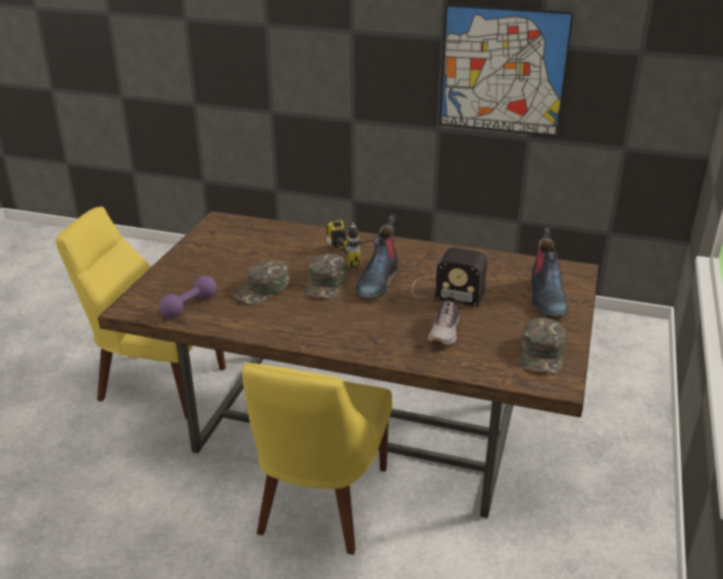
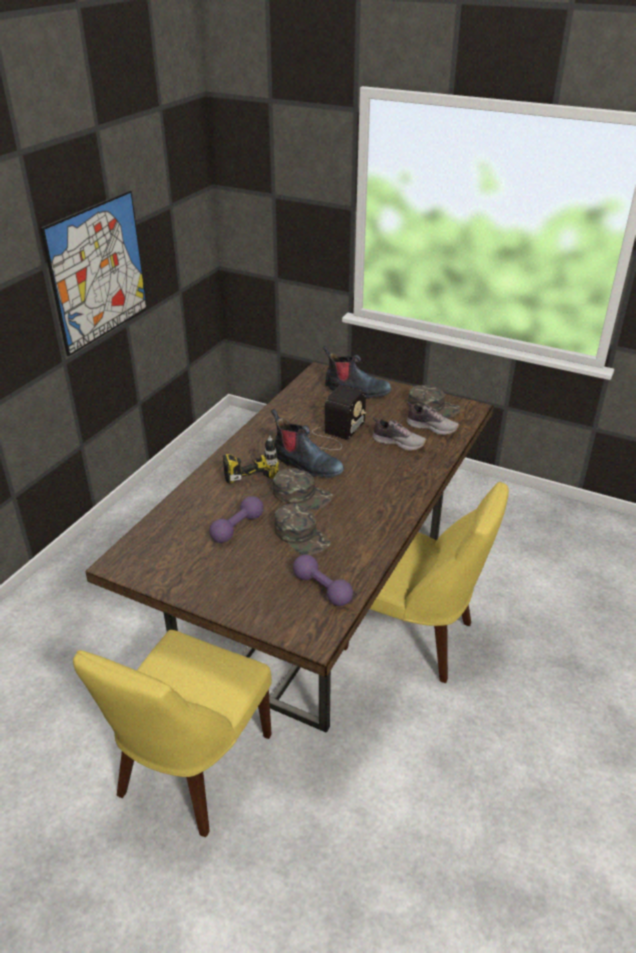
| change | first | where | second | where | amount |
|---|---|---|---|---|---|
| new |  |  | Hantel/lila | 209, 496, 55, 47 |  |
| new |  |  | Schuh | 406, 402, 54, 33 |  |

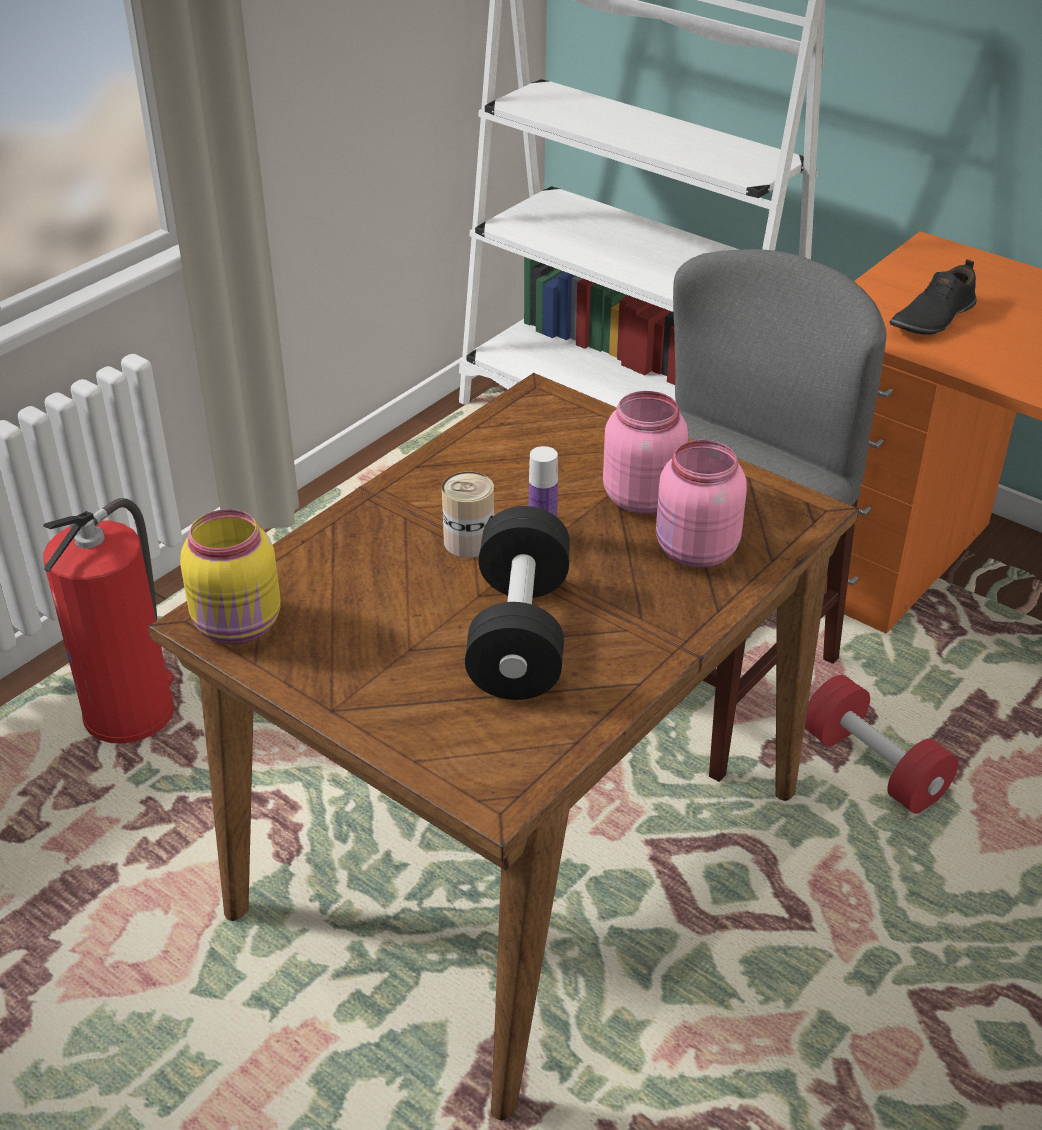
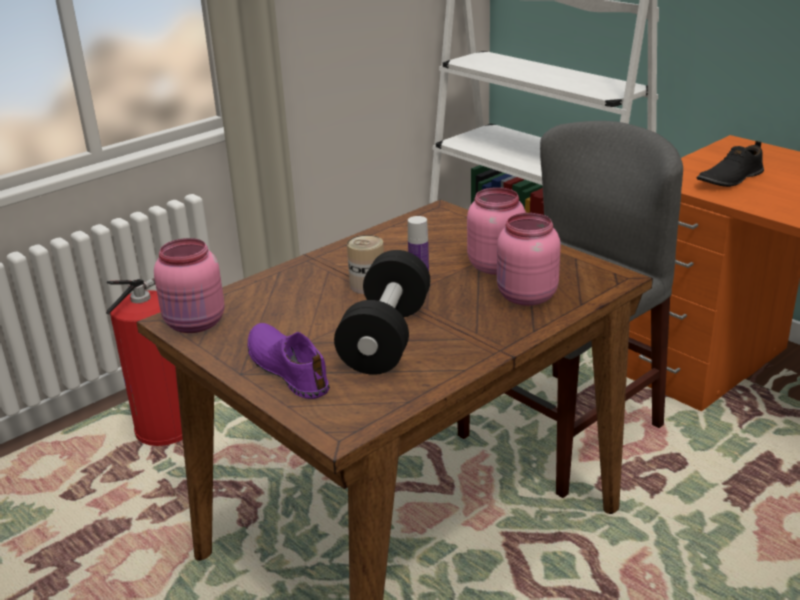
| change | first | where | second | where | amount |
|---|---|---|---|---|---|
| gone | Hantel/rot | 805, 675, 153, 139 |  |  |  |
| new |  |  | Schuh/lila | 247, 323, 83, 76 |  |
| repainted | Vorratsglas/gelb | 180, 509, 101, 136 | Vorratsglas/rosa | 154, 238, 71, 95 |  |

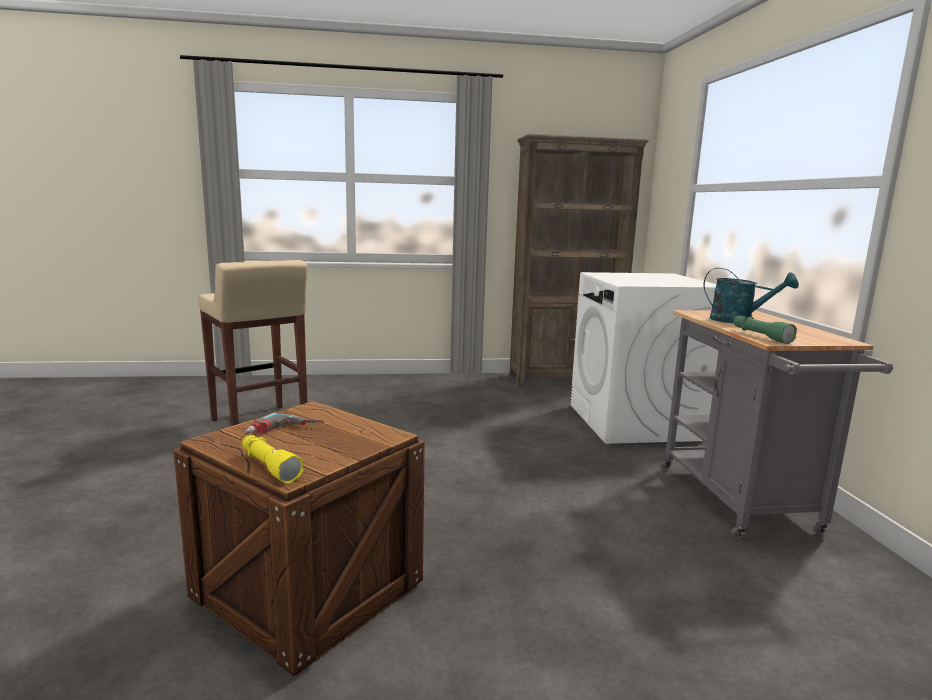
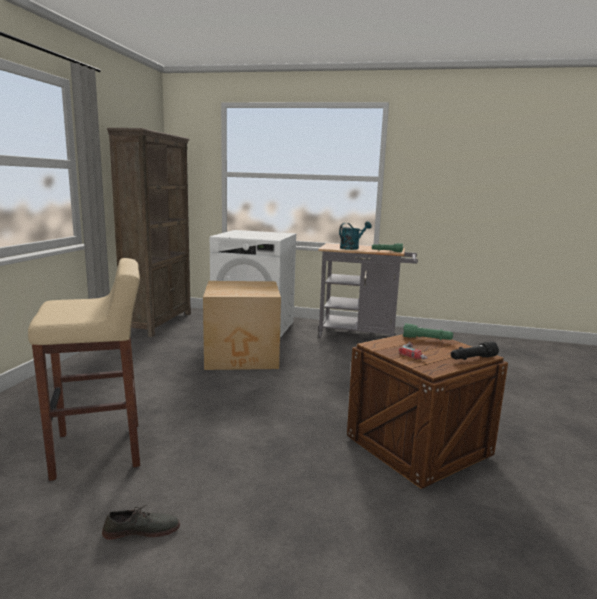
| change | first | where | second | where | amount |
|---|---|---|---|---|---|
| new |  |  | Schuh/grau | 102, 505, 78, 35 |  |
| new |  |  | Karton | 203, 281, 78, 89 |  |
| new |  |  | Taschenlampe/grün | 403, 323, 50, 17 |  |
| repainted | Taschenlampe/gelb | 242, 435, 61, 49 | Taschenlampe/schwarz | 451, 341, 48, 19 |  |

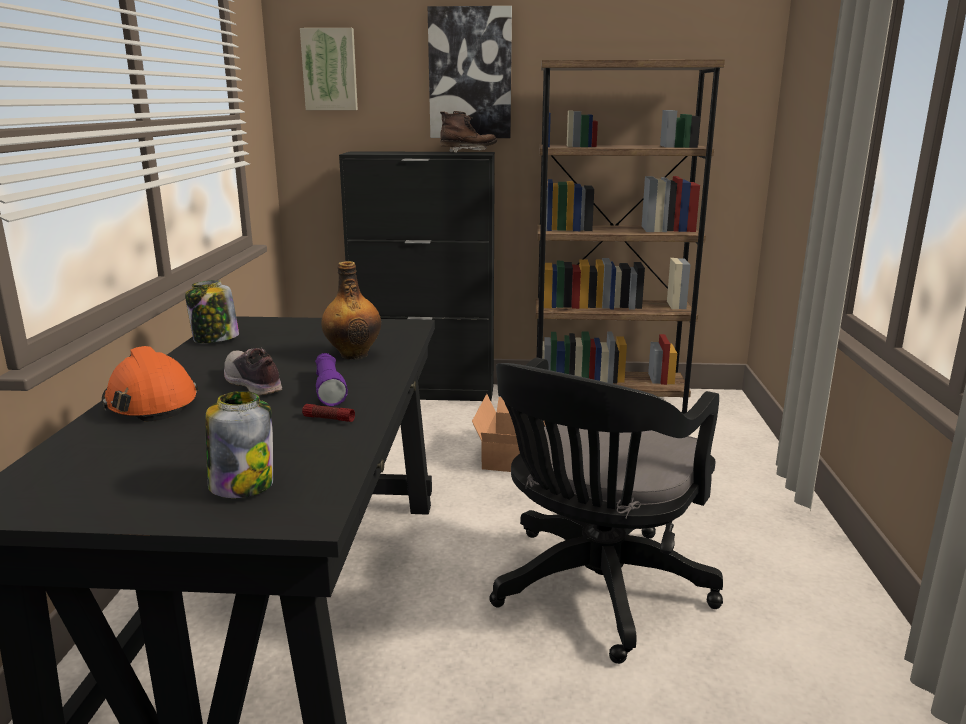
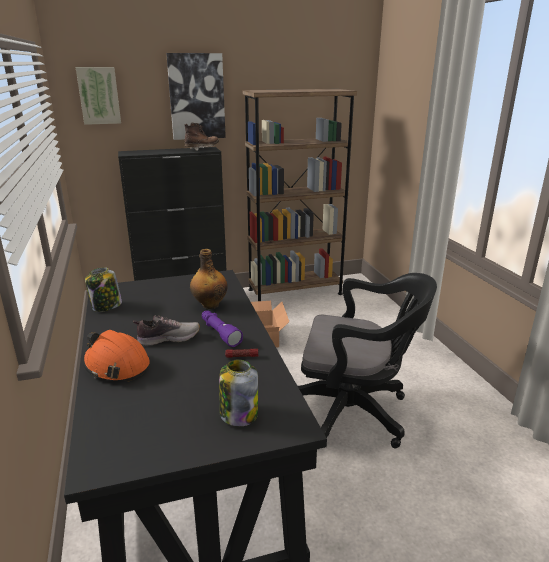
| change | first | where | second | where | amount |
|---|---|---|---|---|---|
| rotated | Schuh | 224, 348, 58, 48 |  | 133, 316, 67, 30 | 135 degrees clockwise |
| rotated | Bürostuhl/schwarz | 489, 358, 234, 306 |  | 298, 273, 139, 175 | 90 degrees counterclockwise |

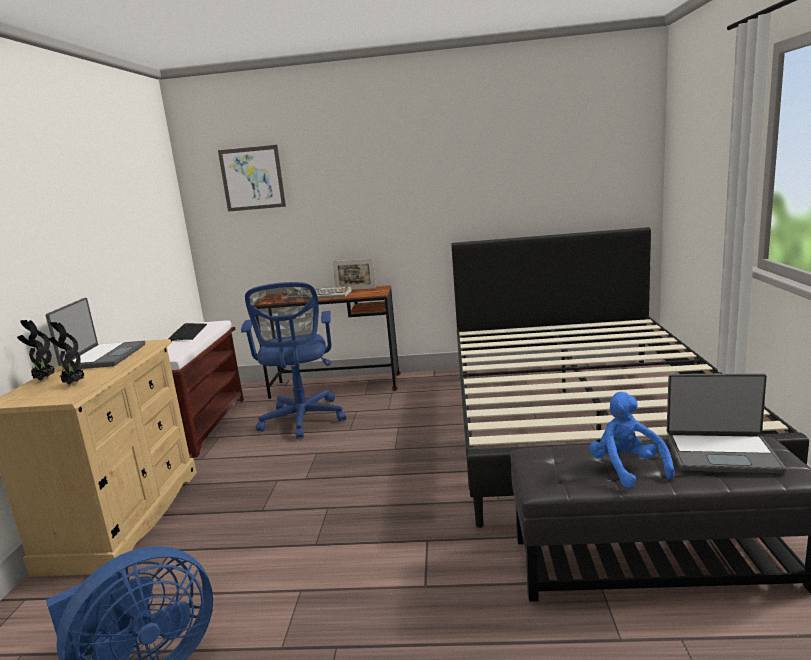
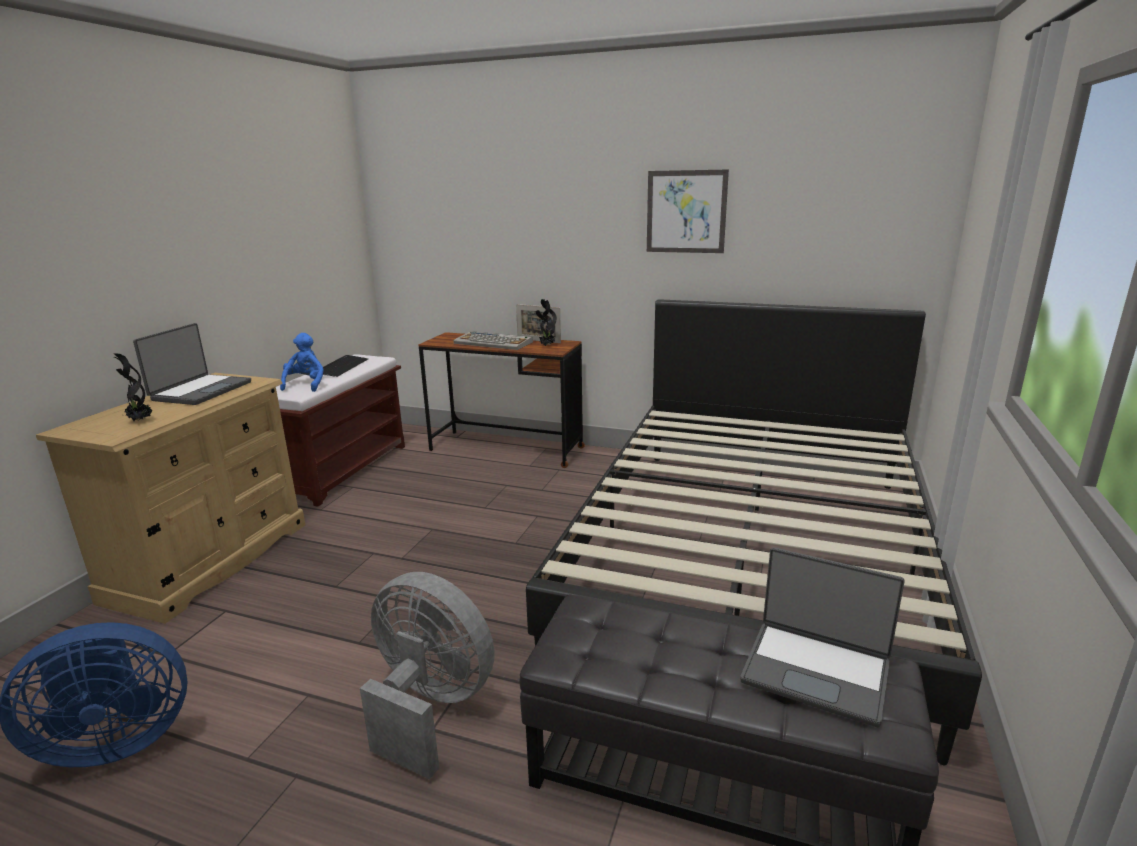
| change | first | where | second | where | amount |
|---|---|---|---|---|---|
| gone | Bürostuhl/blau | 241, 282, 105, 157 |  |  |  |
| new |  |  | Ventilator/grau | 360, 572, 134, 207 |  |
| shifted | Topfpflanze | 17, 320, 38, 61 |  | 536, 299, 21, 47 |  |
| shifted | Bild | 218, 145, 68, 67 |  | 647, 169, 82, 84 |  |
| shifted | Plüschtier/blau | 589, 392, 85, 96 |  | 280, 333, 44, 59 |  |

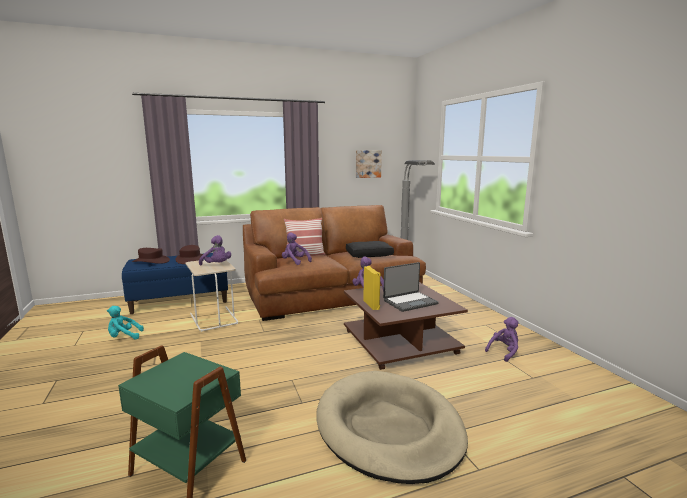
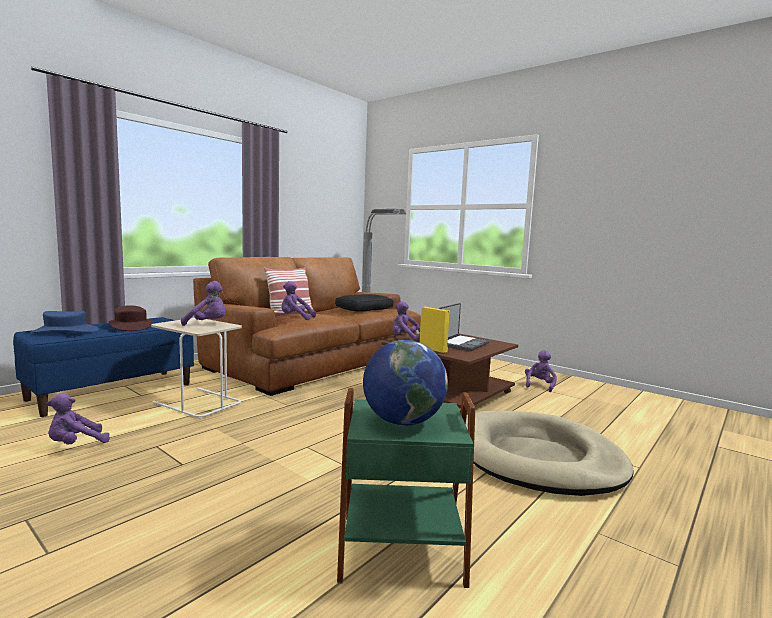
| change | first | where | second | where | amount |
|---|---|---|---|---|---|
| gone | Bild | 356, 150, 26, 28 |  |  |  |
| new |  |  | Globus | 363, 340, 85, 86 |  |
| repainted | Plüschtier/türkis | 107, 306, 37, 33 | Plüschtier/lila | 46, 393, 64, 51 |  |
| repainted | Hut/braun | 132, 248, 38, 16 | Hut/blau | 30, 311, 68, 22 |  |

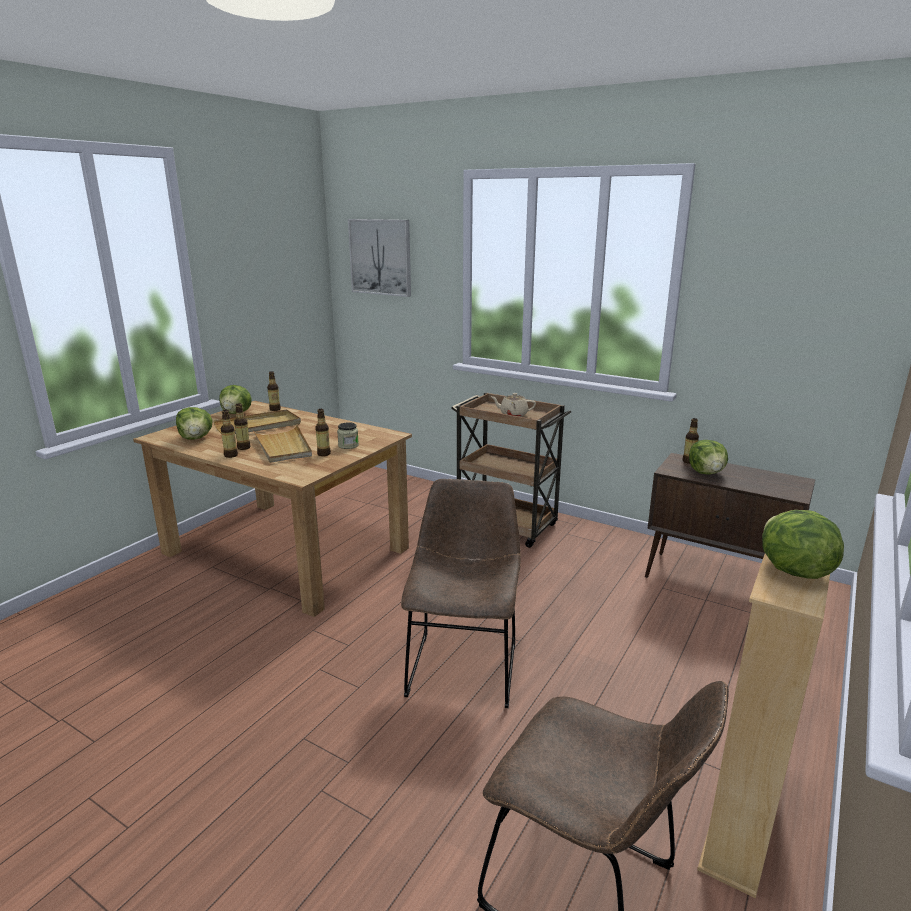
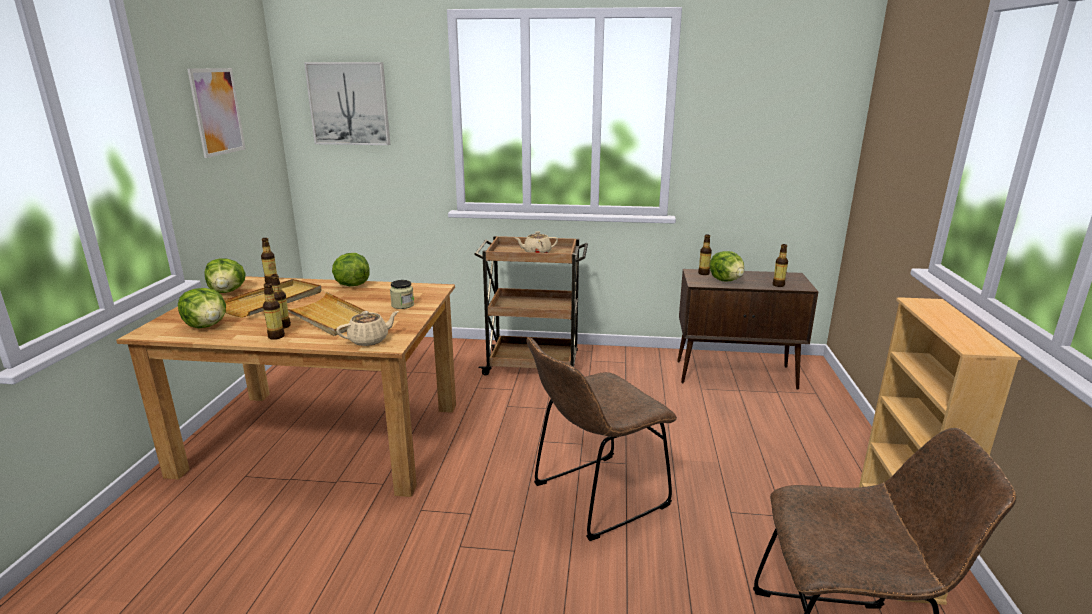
| change | first | where | second | where | amount |
|---|---|---|---|---|---|
| new |  |  | Bild | 187, 68, 58, 90 |  |
| new |  |  | Teekanne/beige | 336, 311, 63, 35 |  |
| shifted | Flasche | 315, 409, 16, 47 |  | 773, 244, 15, 43 |  |
| shifted | Salatkopf | 762, 510, 82, 69 |  | 332, 253, 38, 33 |  |
| rotated | Stuhl/braun | 401, 479, 120, 229 |  | 526, 337, 151, 204 | 105 degrees counterclockwise |

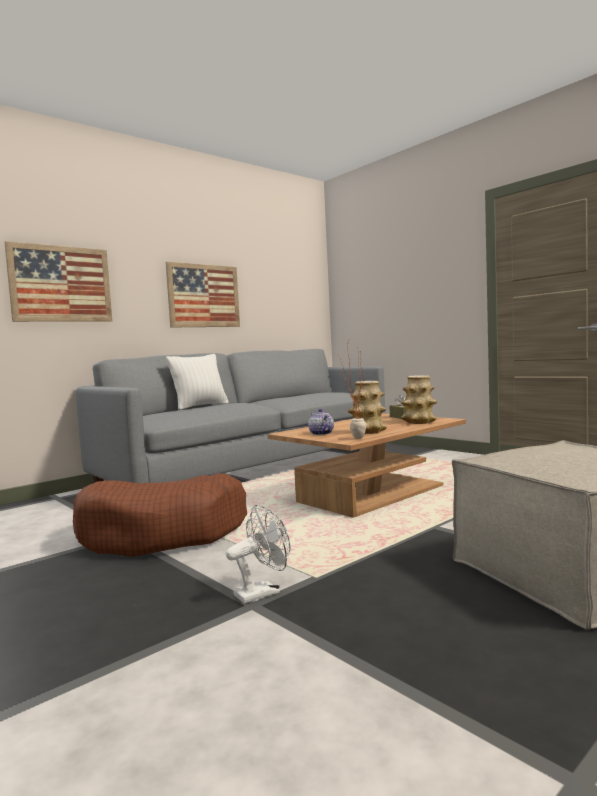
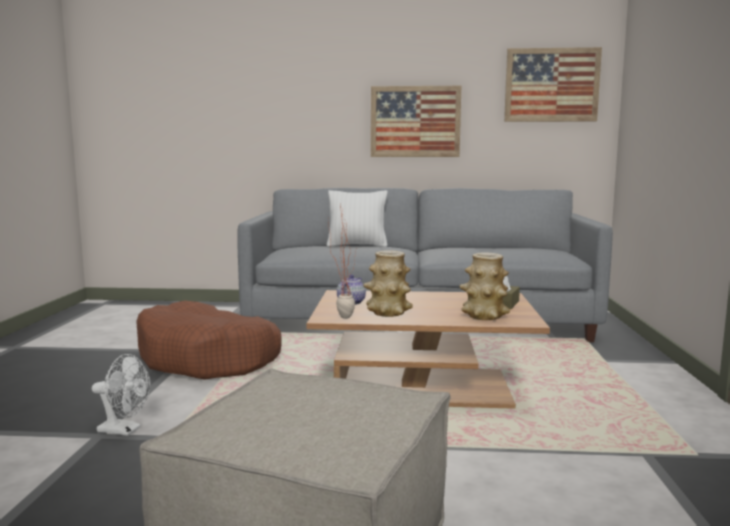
| change | first | where | second | where | amount |
|---|---|---|---|---|---|
| shifted | Bild | 4, 241, 108, 81 |  | 504, 47, 98, 75 |  |

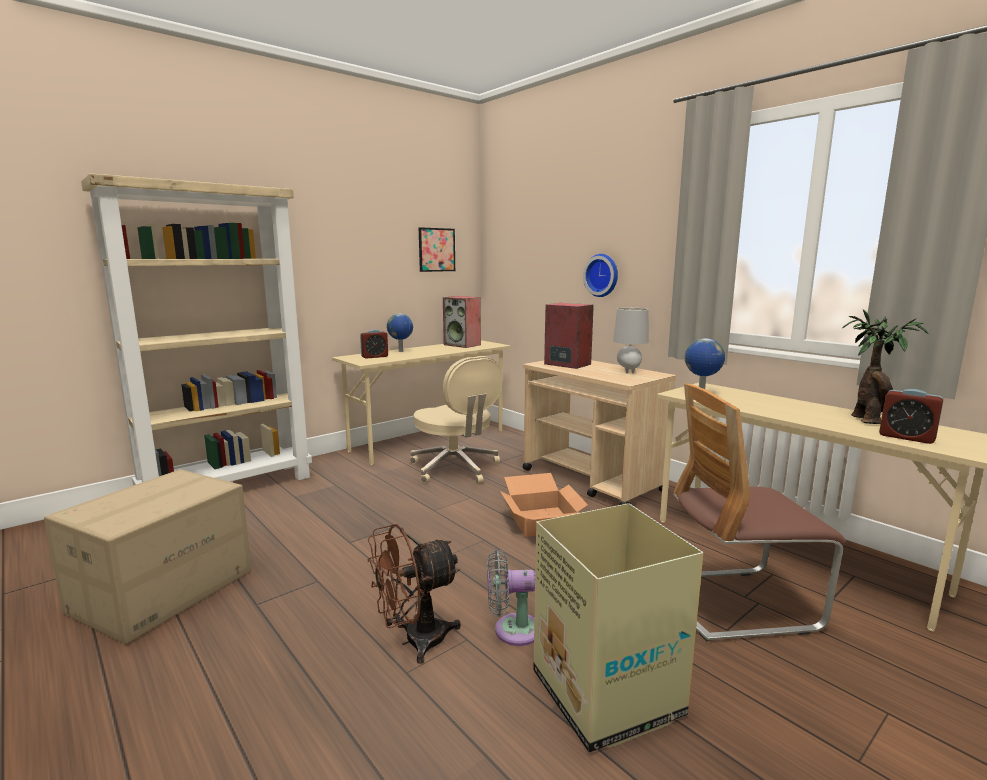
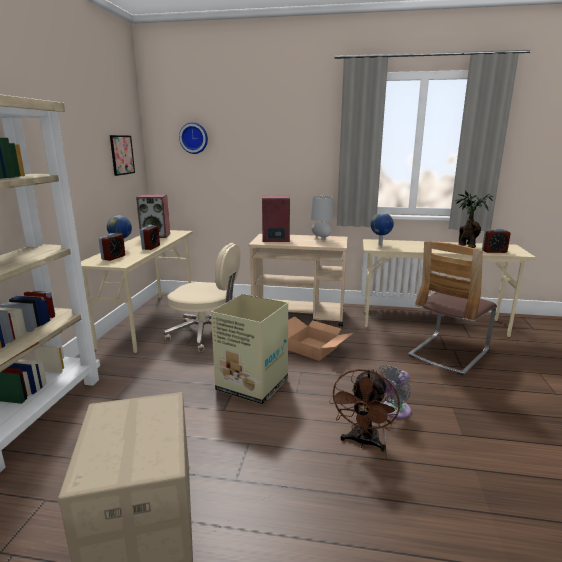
| change | first | where | second | where | amount |
|---|---|---|---|---|---|
| new |  |  | Wecker | 140, 225, 20, 25 |  |
| shifted | Karton | 533, 503, 171, 250 |  | 211, 294, 77, 110 |  |
| shifted | Wanduhr | 583, 254, 35, 43 |  | 179, 122, 29, 32 |  |

